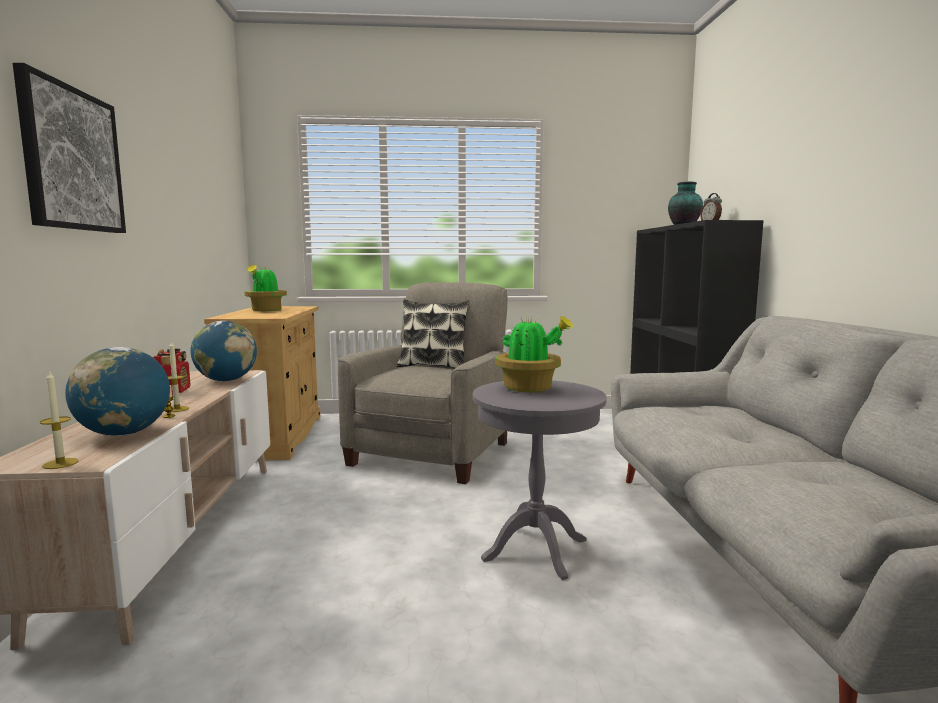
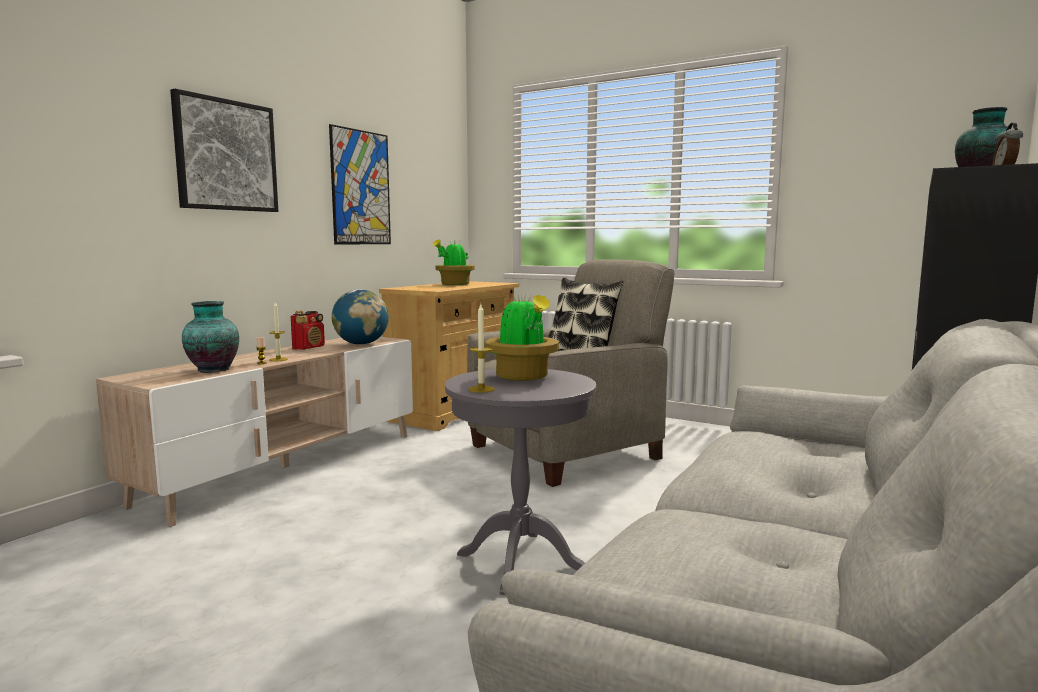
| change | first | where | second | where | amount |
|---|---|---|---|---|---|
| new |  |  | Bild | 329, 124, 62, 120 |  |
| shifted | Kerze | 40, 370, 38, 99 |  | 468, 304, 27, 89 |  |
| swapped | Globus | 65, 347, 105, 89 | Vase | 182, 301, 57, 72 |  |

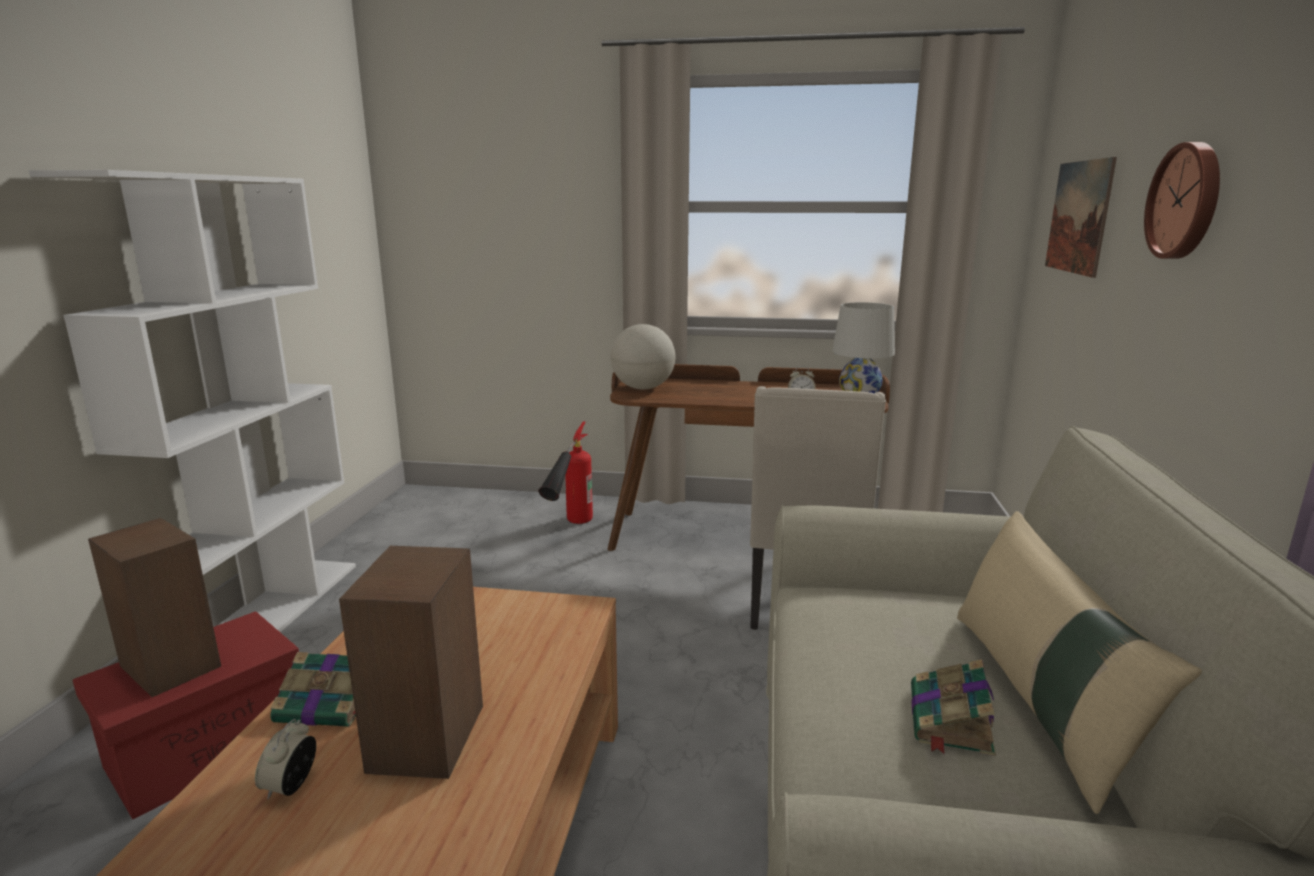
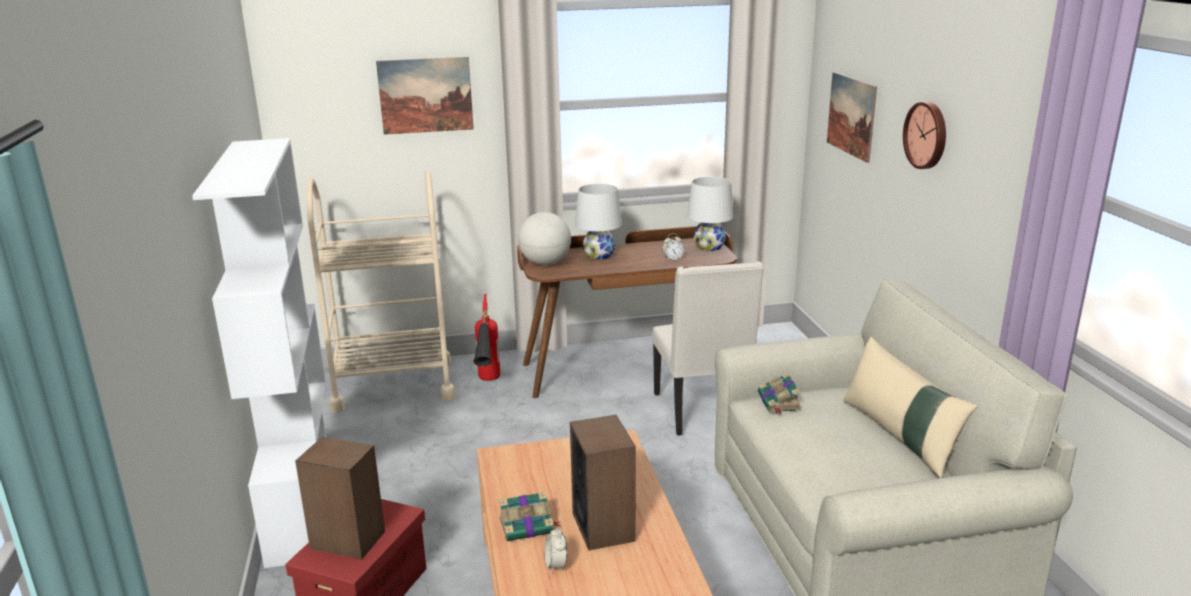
| change | first | where | second | where | amount |
|---|---|---|---|---|---|
| new |  |  | Rollwagen/beige | 307, 171, 148, 242 |  |
| new |  |  | Bild | 376, 57, 98, 78 |  |
| new |  |  | Tischlampe/weiß | 575, 184, 47, 76 |  |
| shifted | Buch | 911, 659, 85, 97 |  | 758, 373, 43, 41 |  |

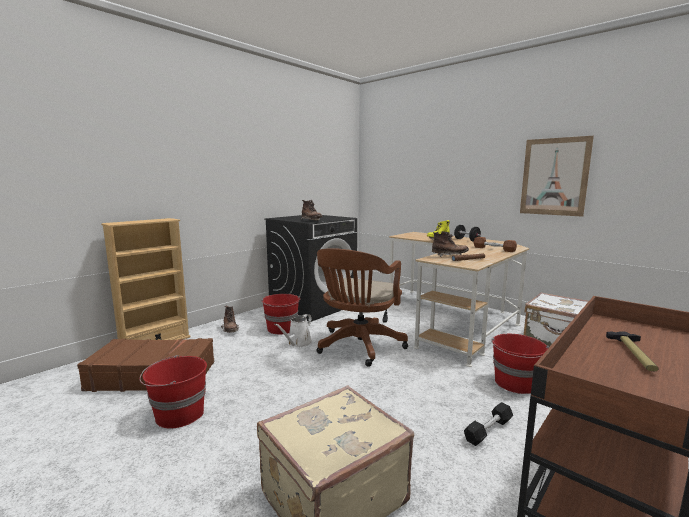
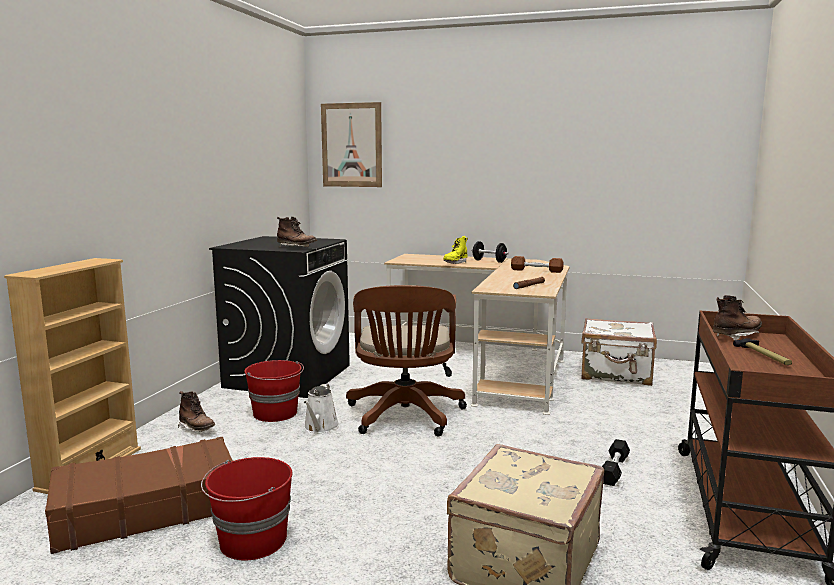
| change | first | where | second | where | amount |
|---|---|---|---|---|---|
| gone | Eimer/rot | 492, 334, 57, 60 |  |  |  |
| shifted | Stiefel/braun | 432, 231, 37, 26 |  | 713, 295, 49, 46 |  |
| shifted | Bild | 520, 136, 74, 81 |  | 321, 102, 61, 85 |  |

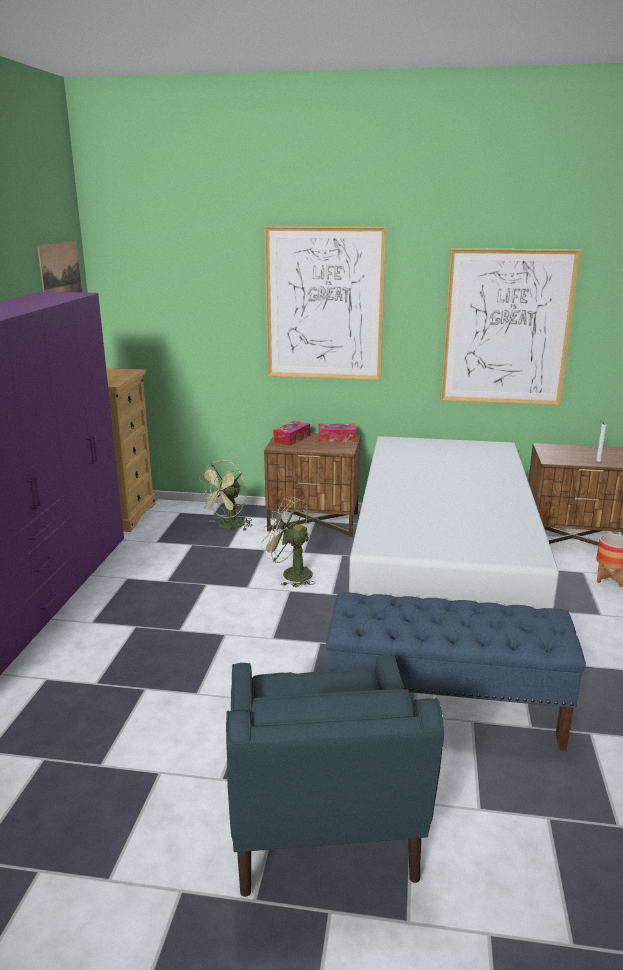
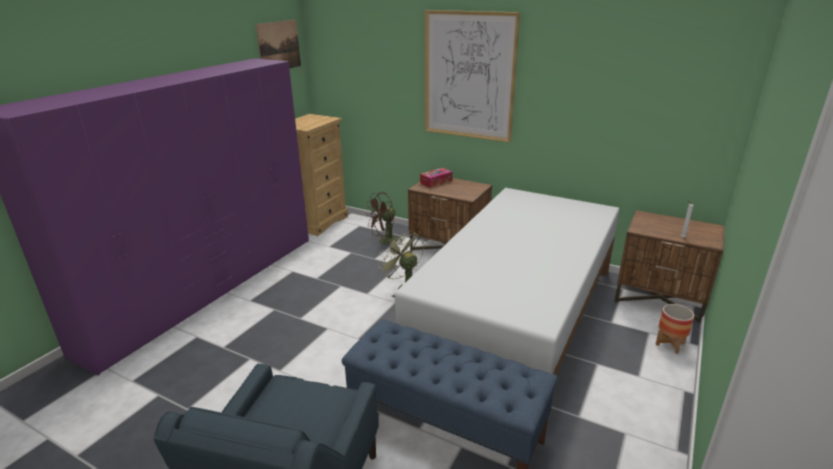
| change | first | where | second | where | amount |
|---|---|---|---|---|---|
| gone | Taschentuchbox | 318, 424, 38, 18 |  |  |  |
| gone | Bild | 440, 248, 141, 158 |  |  |  |
| repainted | Ventilator/grün | 198, 460, 55, 70 | Ventilator/braun | 366, 192, 38, 53 |  |

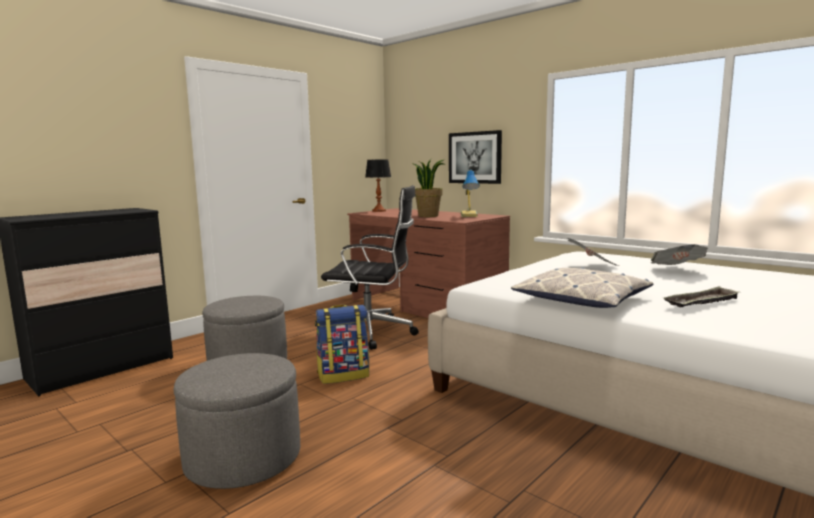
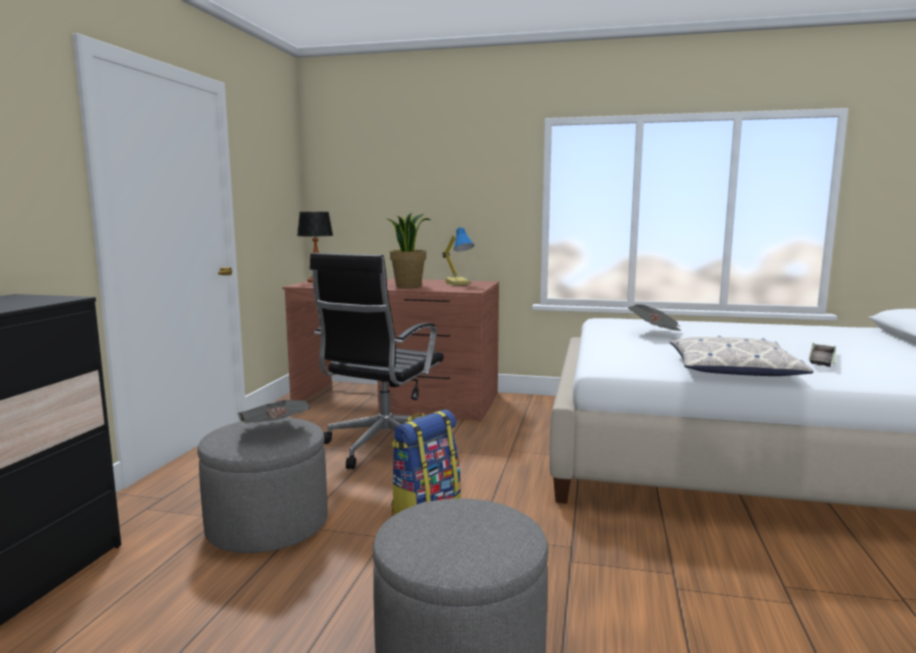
| change | first | where | second | where | amount |
|---|---|---|---|---|---|
| gone | Bild | 449, 130, 53, 54 |  |  |  |
| shifted | Zeitung | 651, 244, 57, 21 |  | 237, 400, 74, 23 |  |
| rotated | Bürostuhl/schwarz | 321, 185, 98, 165 |  | 310, 253, 134, 216 | 135 degrees clockwise |

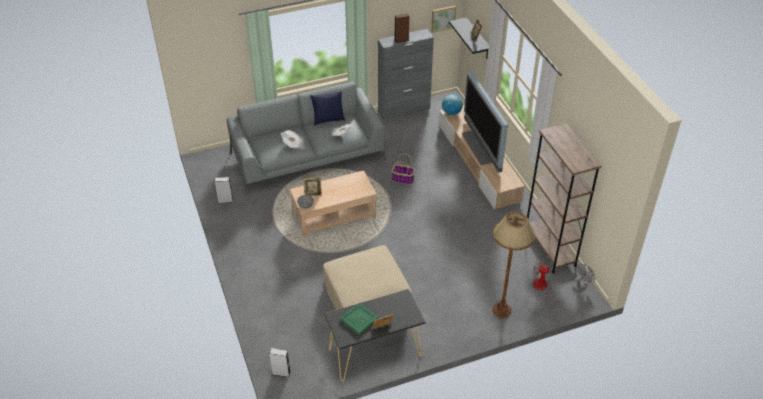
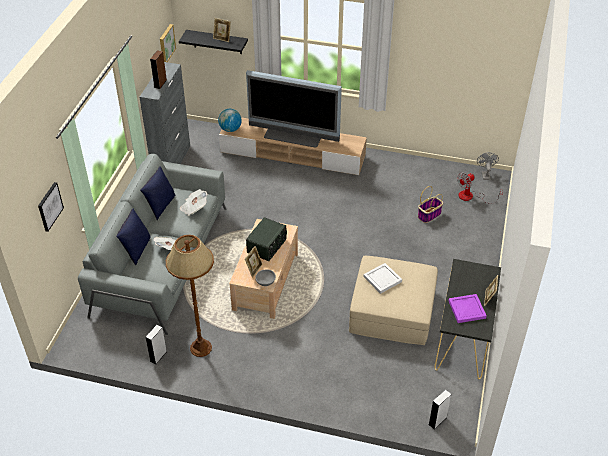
| change | first | where | second | where | amount |
|---|---|---|---|---|---|
| gone | Bücherregal/braun | 527, 123, 75, 151 |  |  |  |
| new |  |  | Bild | 38, 182, 26, 50 |  |
| new |  |  | Kissen/blau | 116, 209, 35, 56 |  |
| new |  |  | Radio | 246, 217, 41, 44 |  |
| new |  |  | Tablett/weiß | 363, 263, 39, 31 |  |
| shifted | Korb | 392, 153, 23, 32 |  | 418, 186, 25, 37 |  |
| shifted | Stehlampe/braun | 492, 211, 43, 107 |  | 166, 235, 48, 122 |  |
| repainted | Tablett/grün | 340, 303, 38, 32 | Tablett/lila | 449, 294, 37, 29 |  |

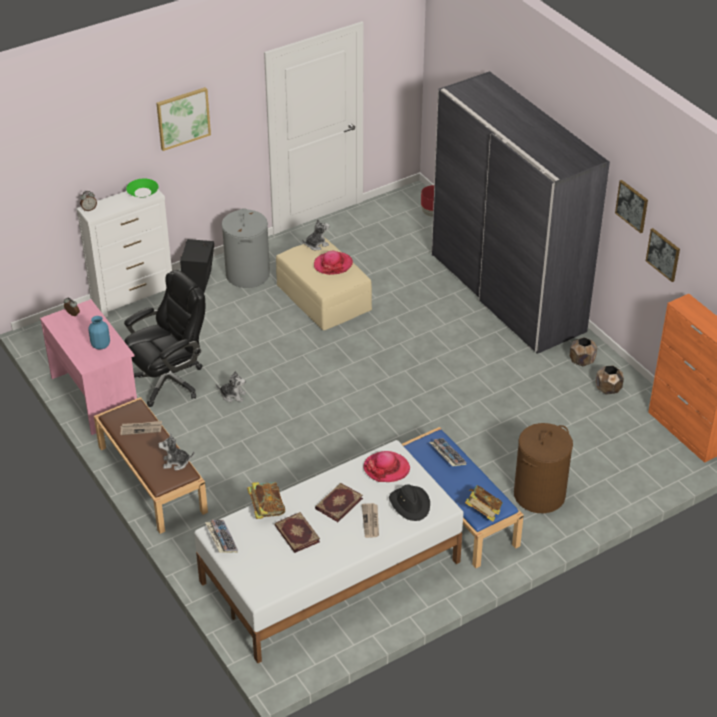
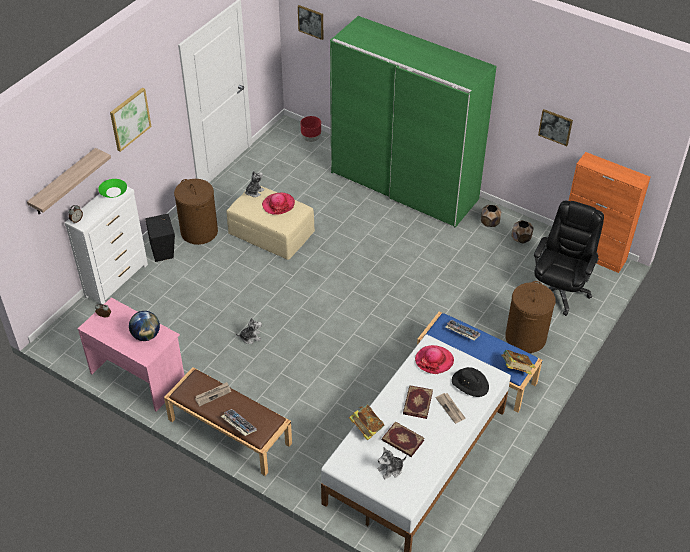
| change | first | where | second | where | amount |
|---|---|---|---|---|---|
| new |  |  | Wandregal | 27, 148, 84, 66 |  |
| shifted | Bürostuhl/schwarz | 124, 270, 81, 137 |  | 534, 201, 70, 115 |  |
| shifted | Plüschtier | 158, 433, 36, 38 |  | 377, 447, 30, 32 |  |
| shifted | Tastatur | 205, 520, 33, 33 |  | 221, 409, 36, 27 |  |
| shifted | Bild | 615, 180, 33, 53 |  | 298, 5, 25, 35 |  |
| swapped | Vase/blau | 88, 316, 22, 33 | Globus | 129, 311, 31, 30 |  |
| repainted | Wäschekorb/grau | 222, 208, 48, 80 | Wäschekorb/braun | 174, 179, 44, 66 |  |
| repainted | Kleiderschrank/grau | 432, 71, 178, 283 | Kleiderschrank/grün | 330, 16, 167, 212 |  |

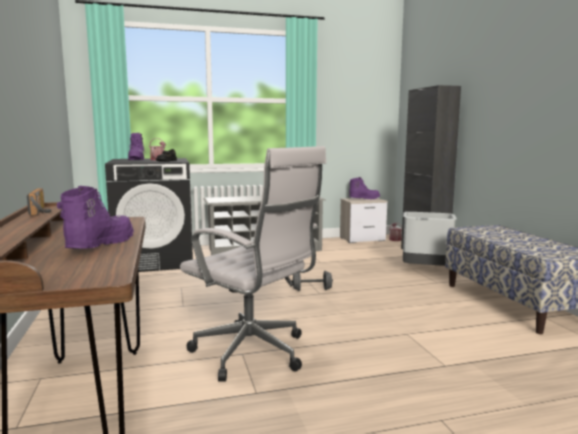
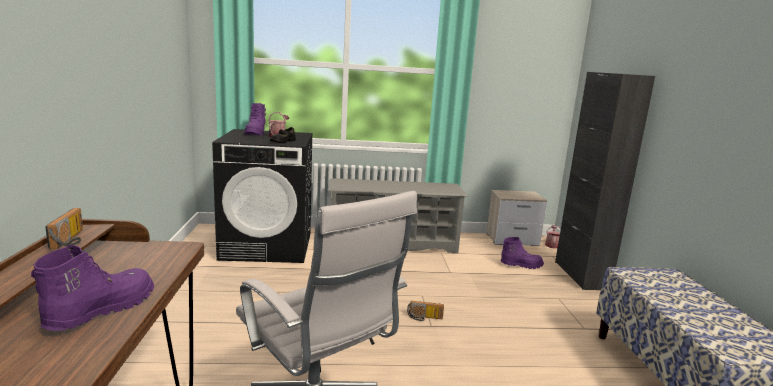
| change | first | where | second | where | amount |
|---|---|---|---|---|---|
| gone | Mülleimer/grau | 403, 212, 54, 54 |  |  |  |
| shifted | Stiefel/lila | 349, 177, 31, 22 |  | 501, 237, 43, 32 |  |
| swapped | Hantel/grau | 292, 271, 41, 20 | Radio | 407, 301, 37, 20 |  |

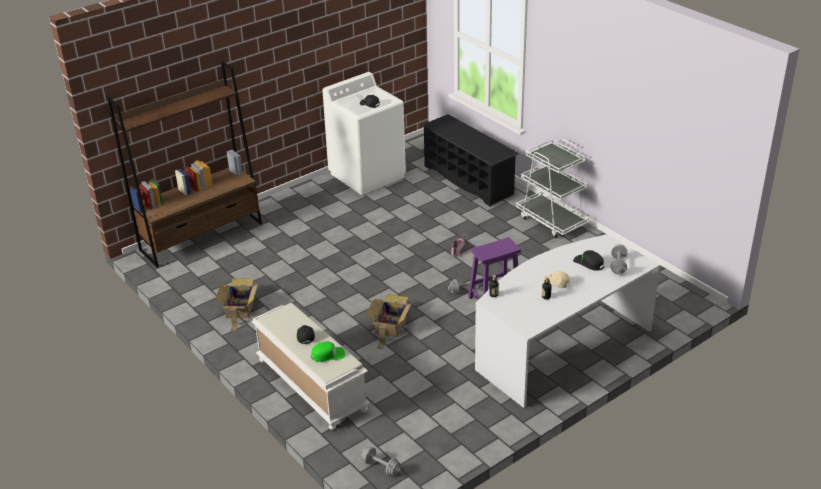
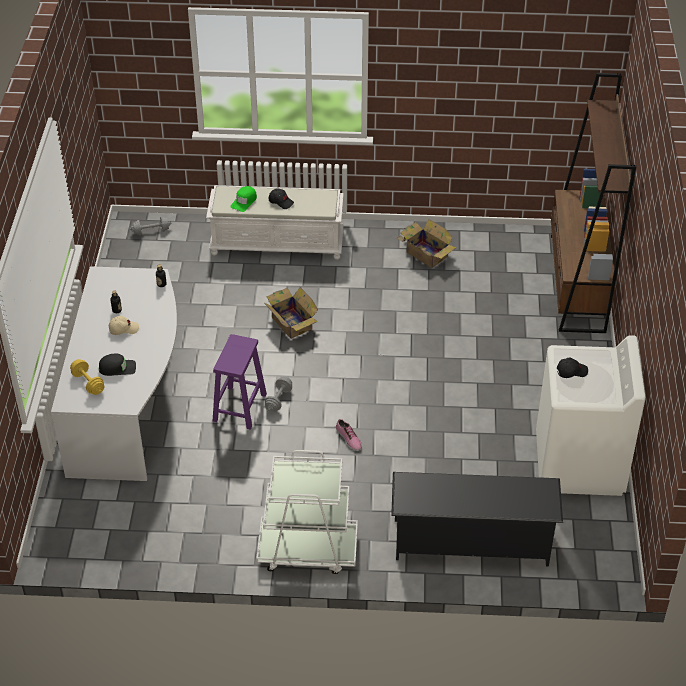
| change | first | where | second | where | amount |
|---|---|---|---|---|---|
| repainted | Hantel/grau | 610, 244, 18, 31 | Hantel/gelb | 70, 359, 34, 36 |  |

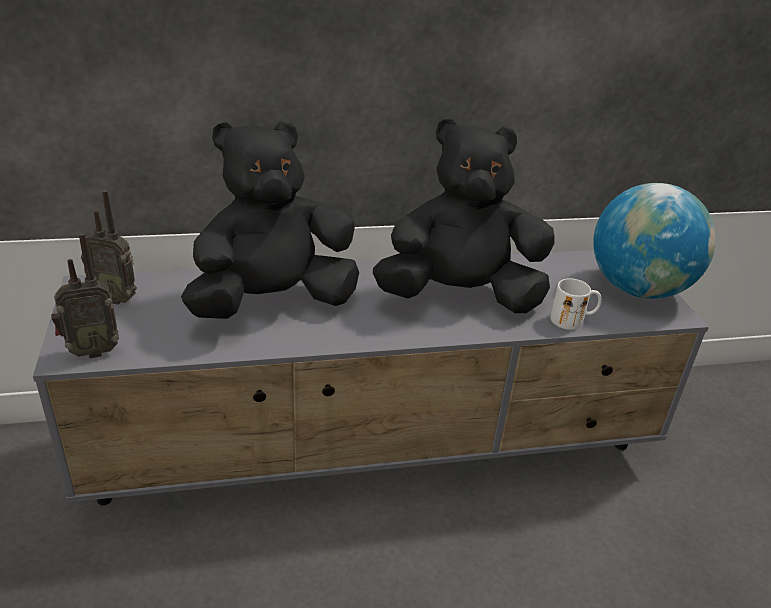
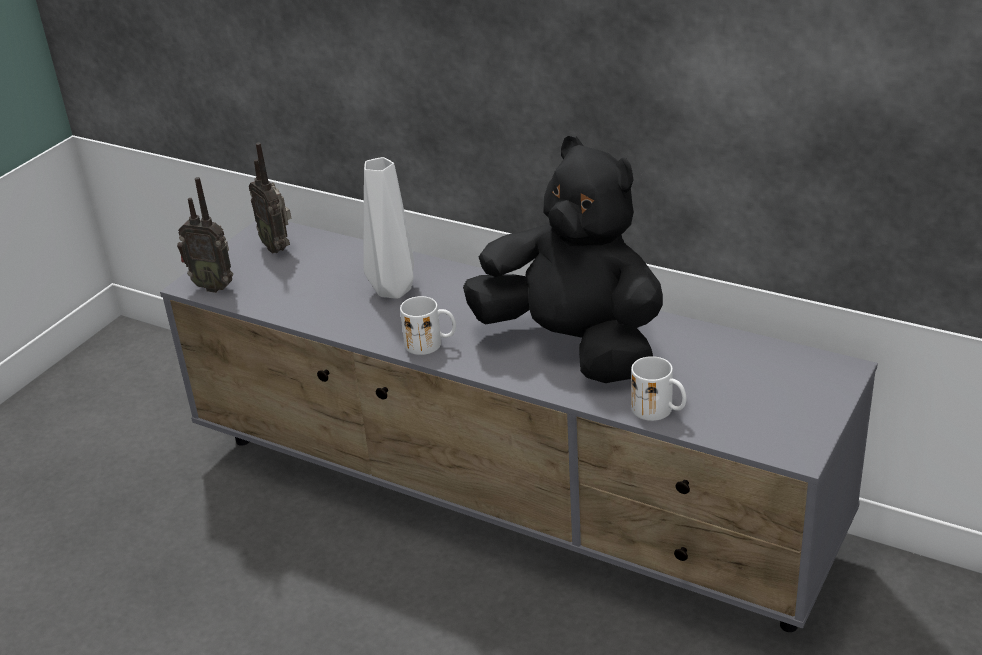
| change | first | where | second | where | amount |
|---|---|---|---|---|---|
| gone | Globus | 593, 183, 123, 116 |  |  |  |
| new |  |  | Henkelbecher/weiß | 400, 296, 56, 59 |  |
| swapped | Plüschtier/schwarz | 181, 121, 178, 198 | Vase/weiß | 364, 157, 50, 142 |  |

